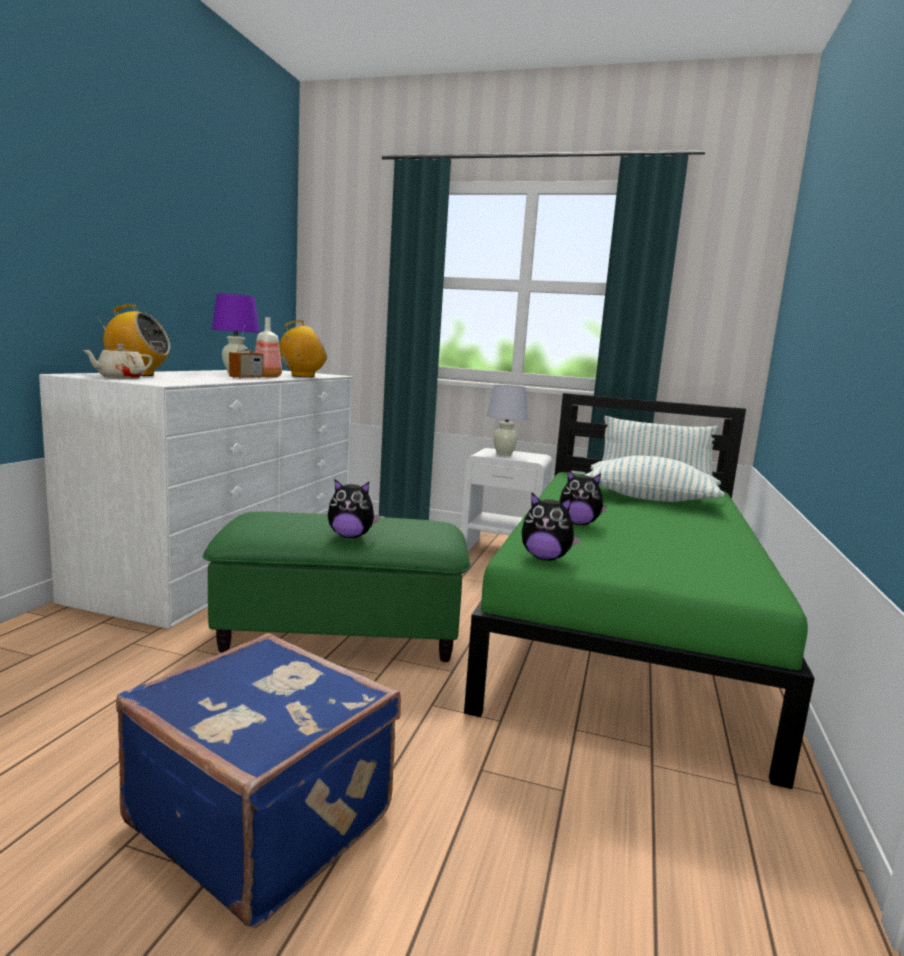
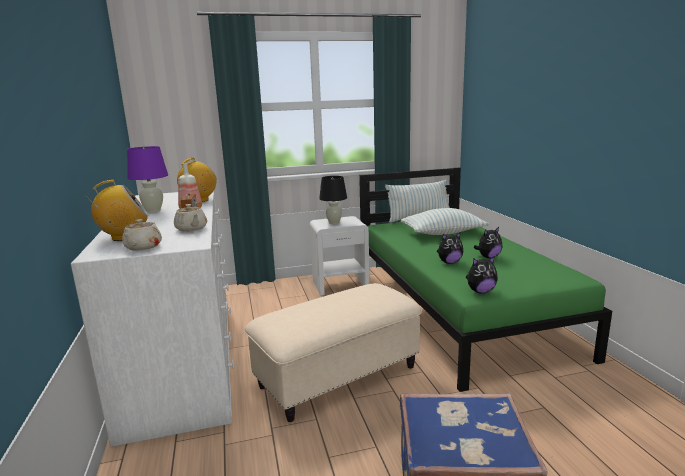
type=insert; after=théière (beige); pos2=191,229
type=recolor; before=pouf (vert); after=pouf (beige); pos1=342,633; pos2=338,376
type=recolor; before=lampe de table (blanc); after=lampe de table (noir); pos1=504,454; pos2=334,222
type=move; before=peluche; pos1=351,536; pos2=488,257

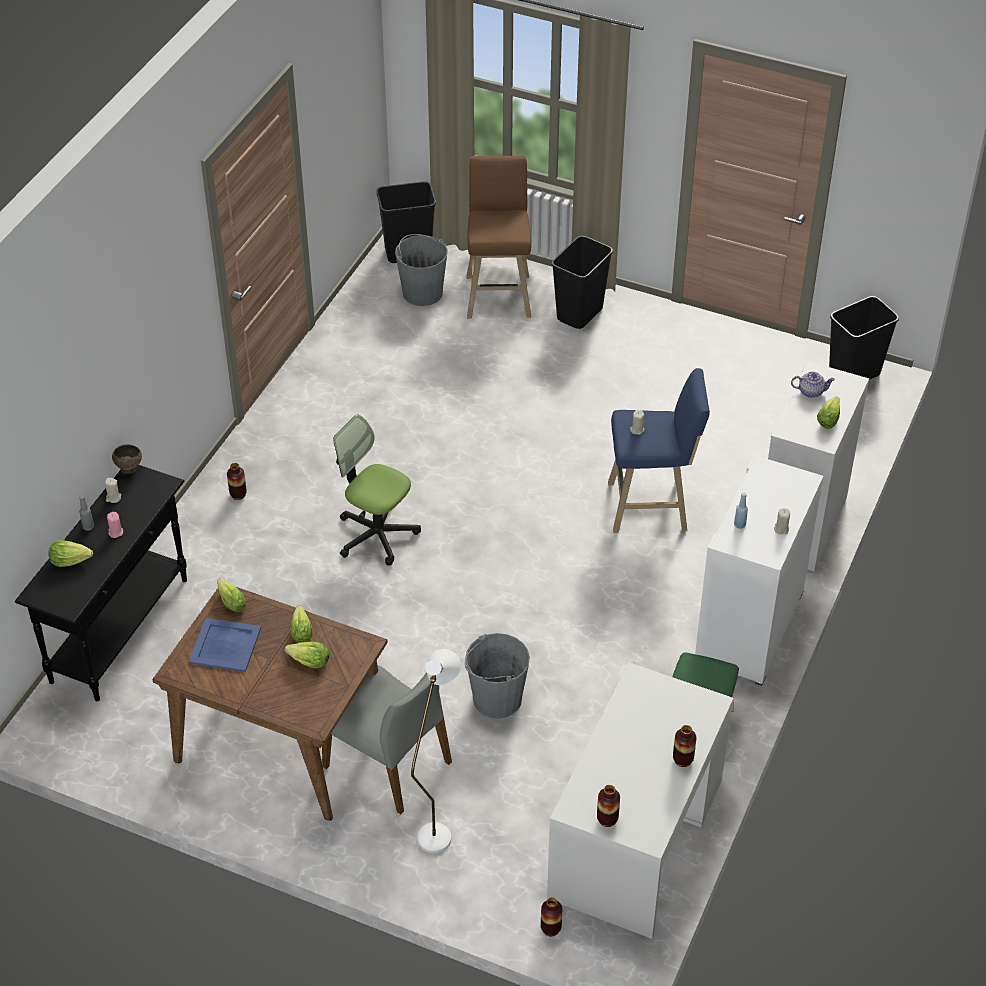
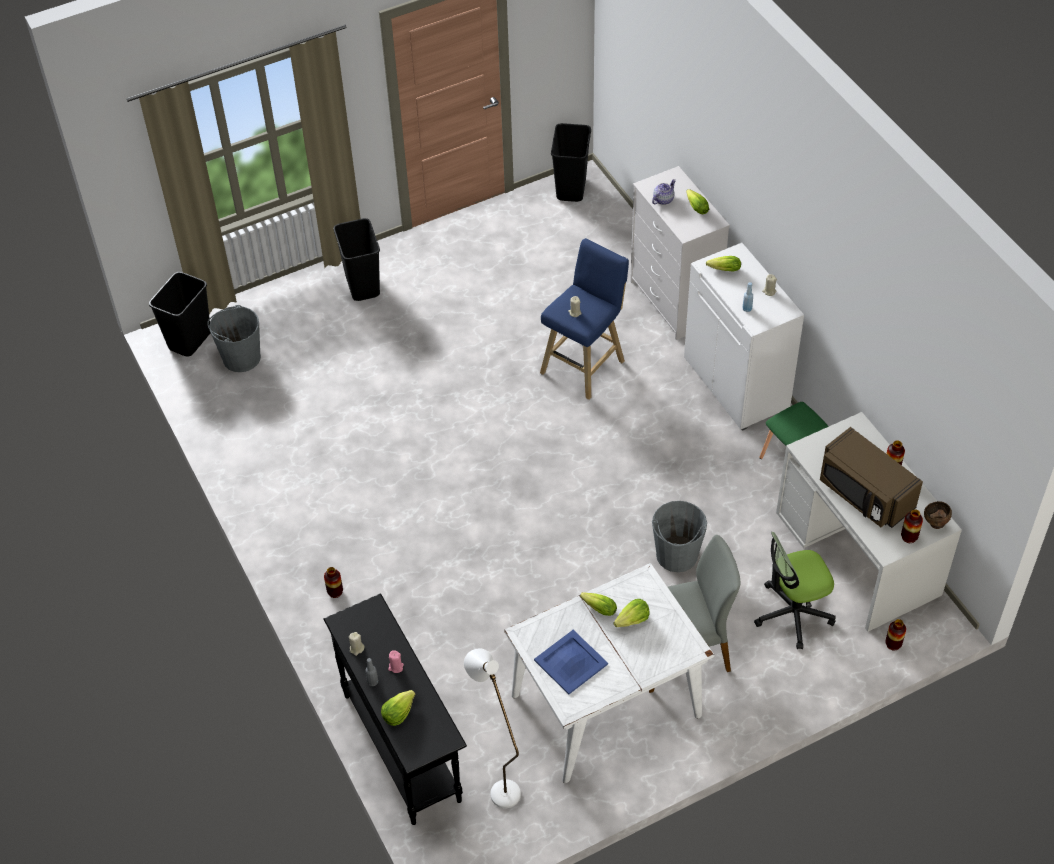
type=move; before=lampadaire (blanc); pos1=438,828; pos2=499,785
type=recolor; before=table à manger (marron); after=table à manger (blanc); pos1=282,743; pos2=607,704
type=move; before=laitue; pos1=230,601; pos2=722,269
type=move; before=chaise de bureau; pos1=376,534; pos2=793,613
type=insert; after=micro-ondes (marron); pos2=864,494
type=move; before=bol (marron); pos1=128,469; pos2=935,523
type=delete; before=tabouret (marron); pos1=498,294

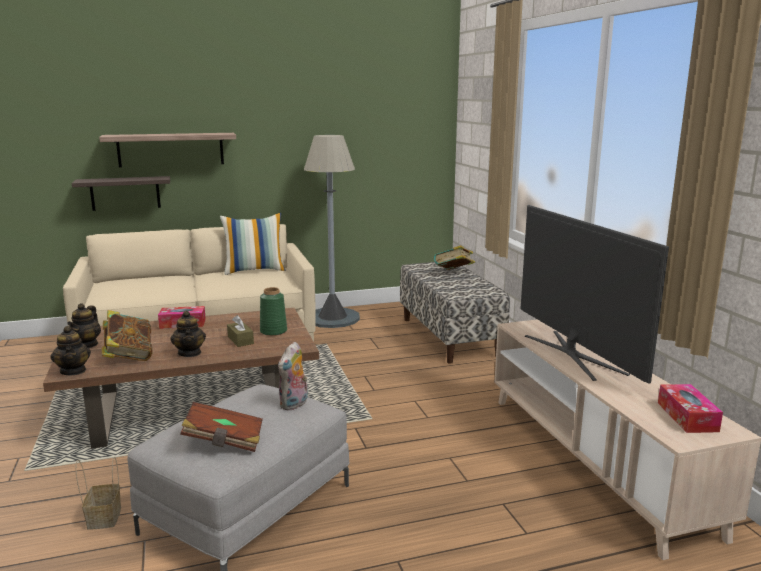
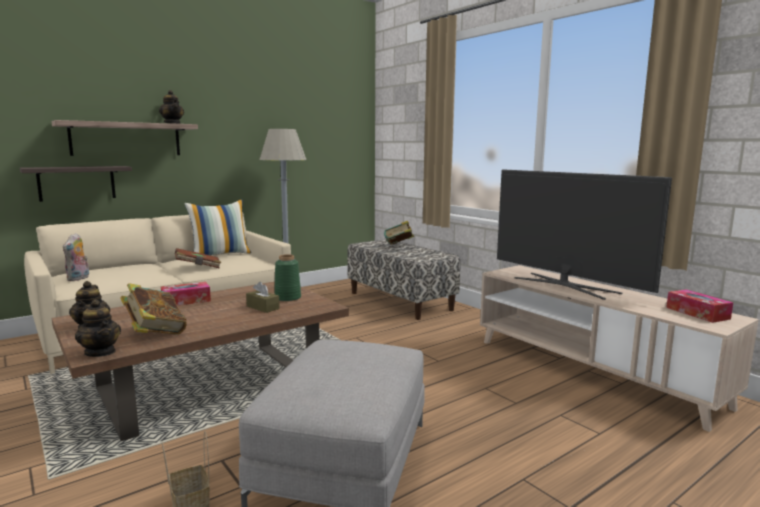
type=move; before=peluche; pos1=294,404; pos2=79,278
type=move; before=théière; pos1=190,353; pos2=172,123
type=move; before=livre (marron); pos1=224,441; pos2=198,267

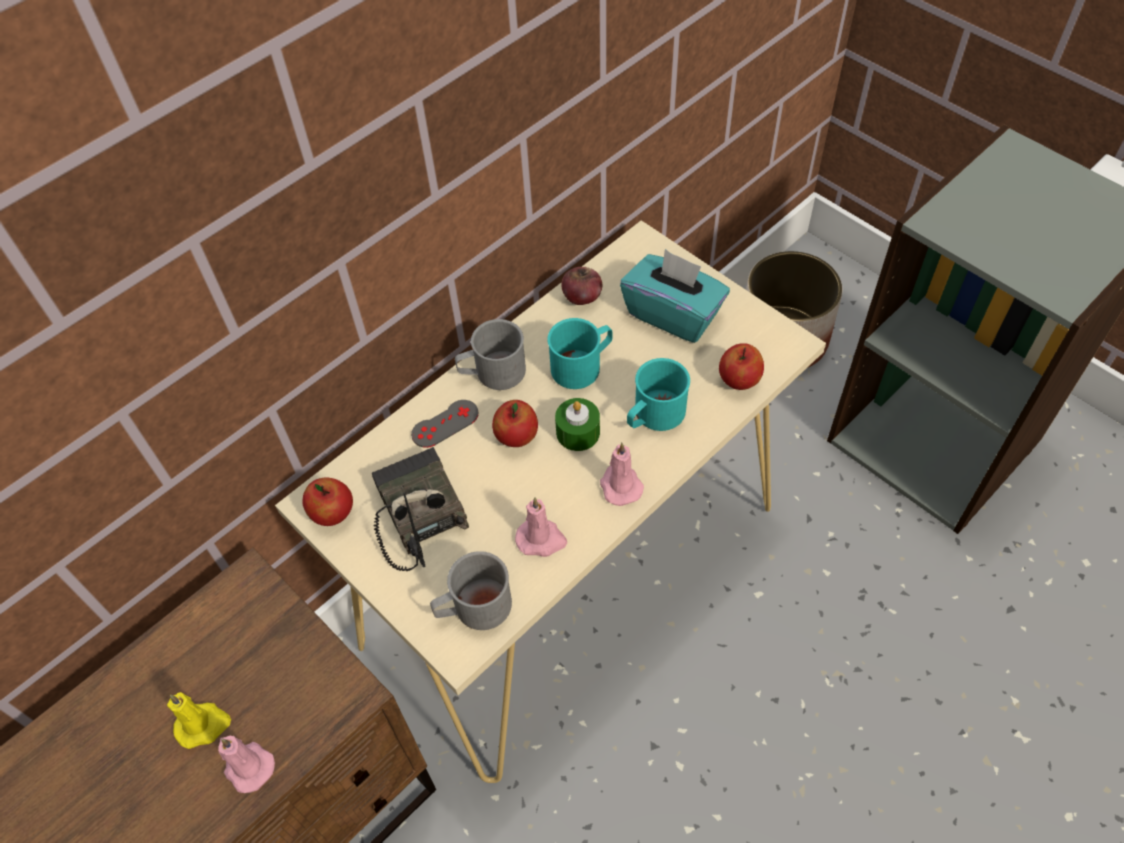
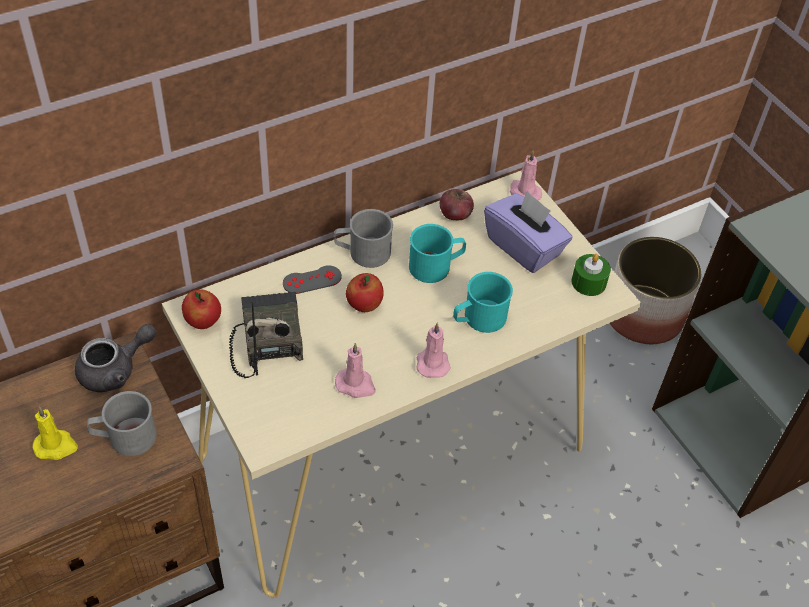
type=insert; after=théière (gris); pos2=115,370
type=move; before=mug (gris); pos1=474,608; pos2=125,437
type=recolor; before=boîte à mouchoirs (turquoise); after=boîte à mouchoirs (violet); pos1=673,314; pos2=524,247
type=move; before=bougie (rose); pos1=247,766; pos2=524,192
type=move; before=bougie (vert); pos1=578,432; pos2=588,282
type=delete; before=pomme; pos1=739,381

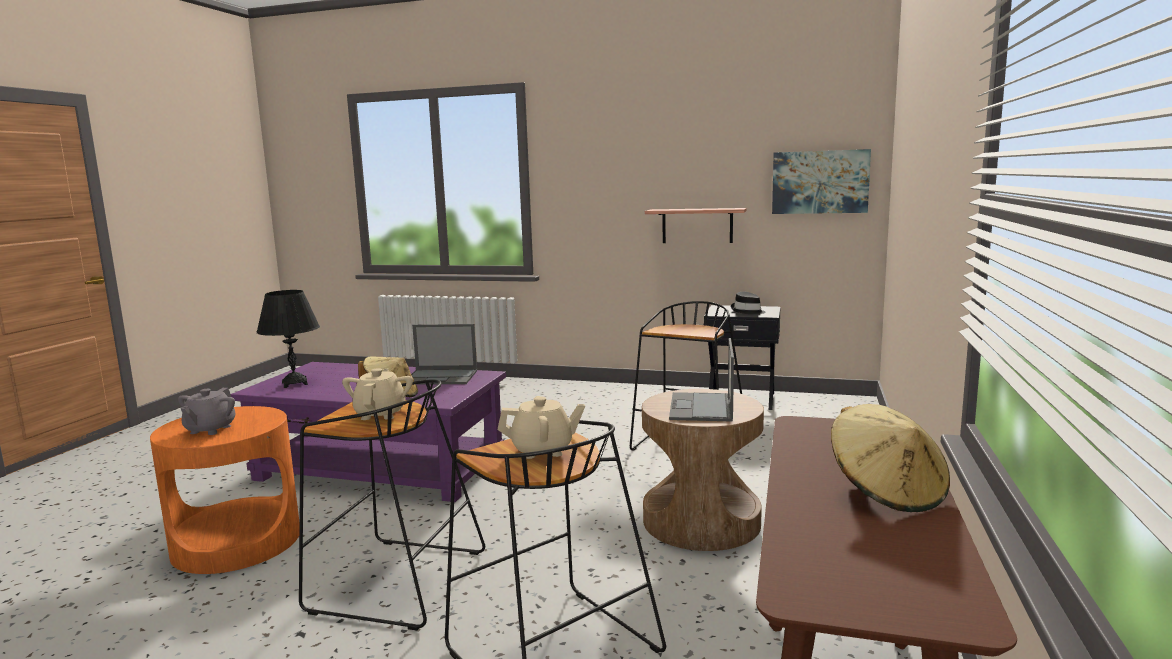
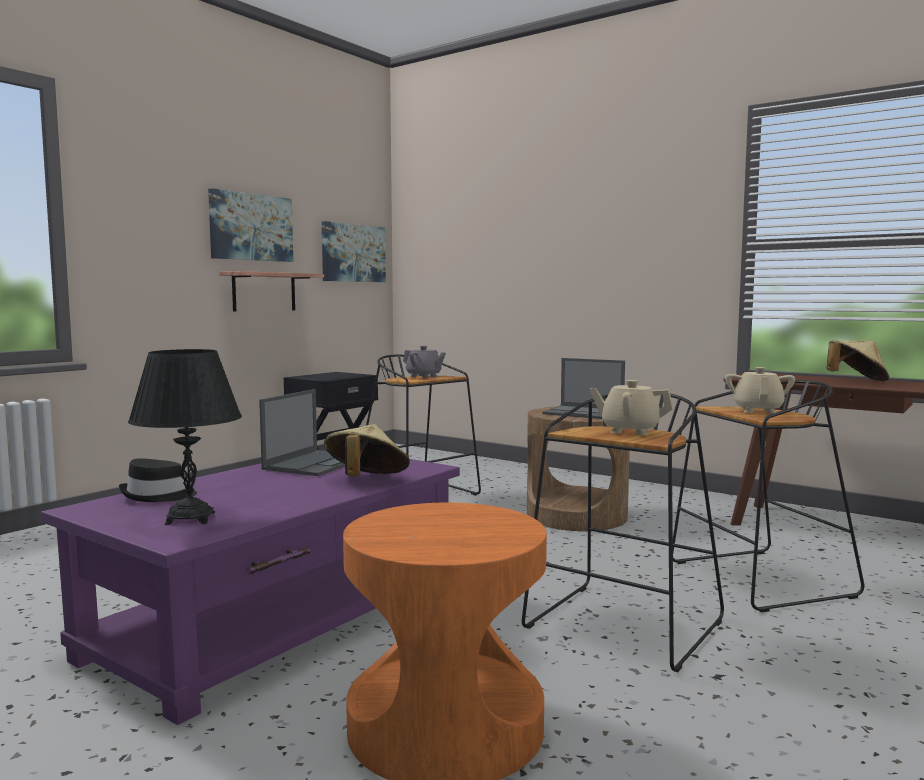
type=move; before=chapeau (noir); pos1=748,311; pos2=158,496
type=insert; after=tableau; pos2=251,227
type=move; before=théière (gris); pos1=210,429; pos2=424,376

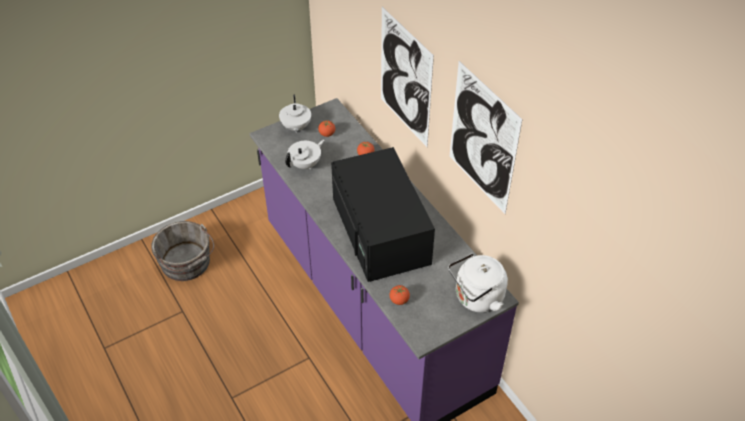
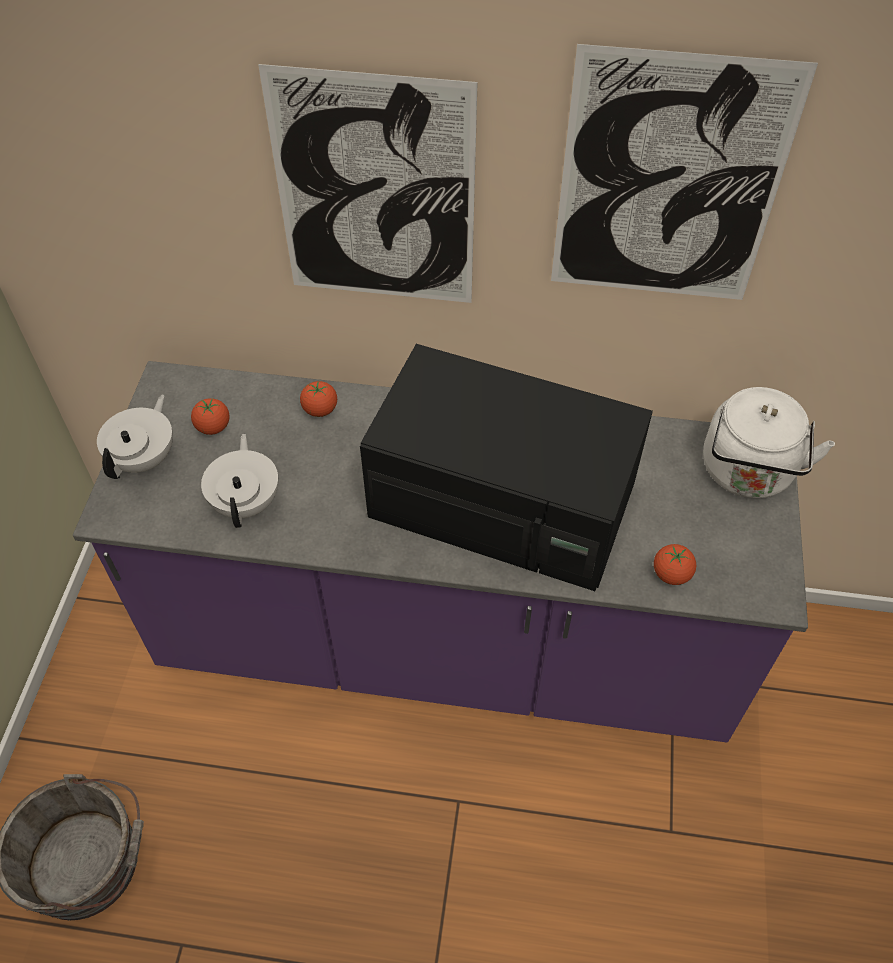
type=rotate; before=théière (blanc); pos1=295,127; pos2=145,458; turn=-105

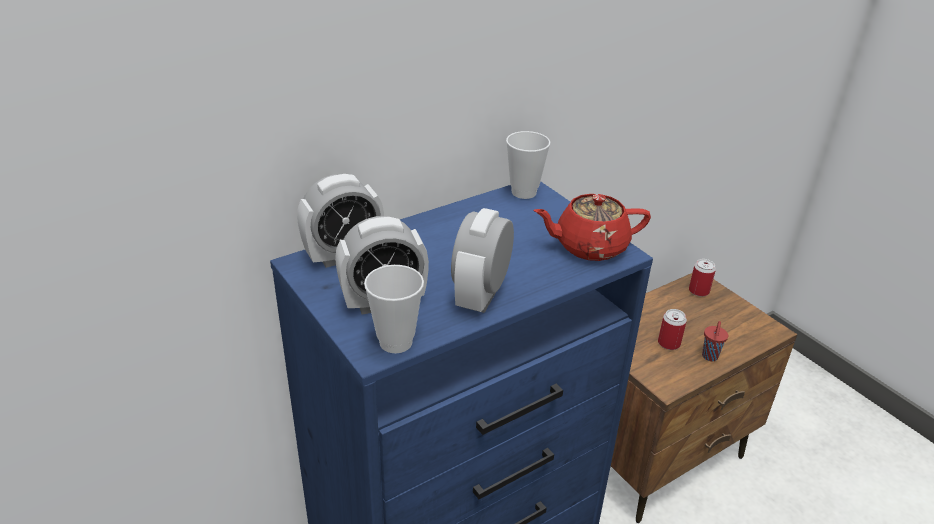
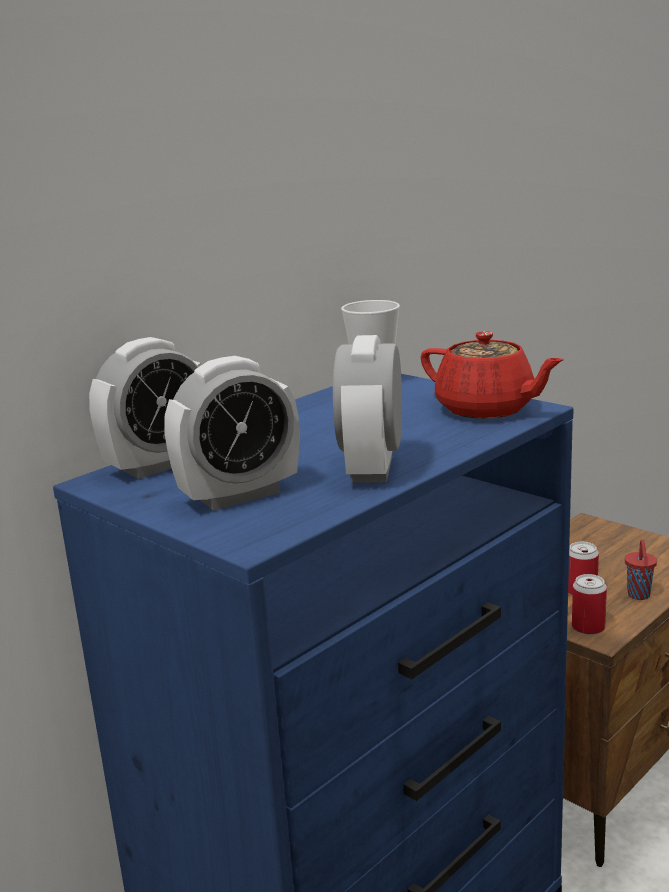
type=rotate; before=théière (rouge); pos1=589,246; pos2=487,409; turn=-120
type=move; before=boîte métallique; pos1=699,291; pos2=588,627
type=delete; before=tasse; pos1=396,342

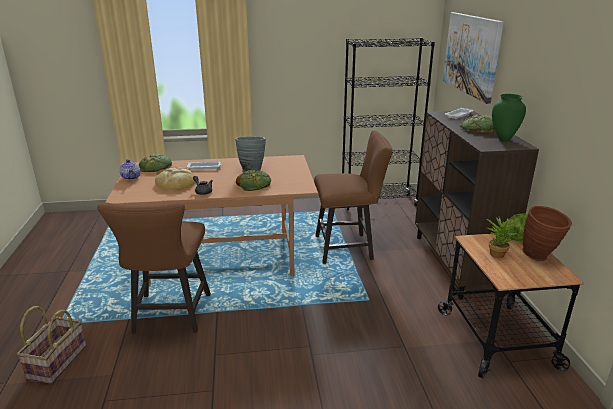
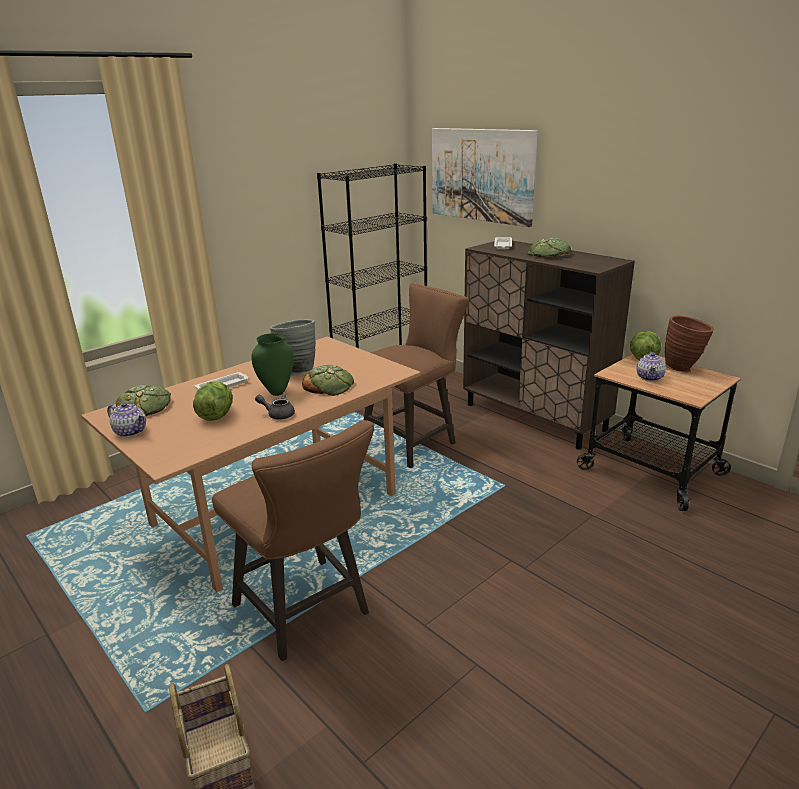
type=replace; before=pain; after=laitue; pos1=176,182; pos2=216,415
type=move; before=vase (vert); pos1=503,139; pos2=277,392
type=replace; before=plante en pot; after=théière; pos1=496,253; pos2=650,377

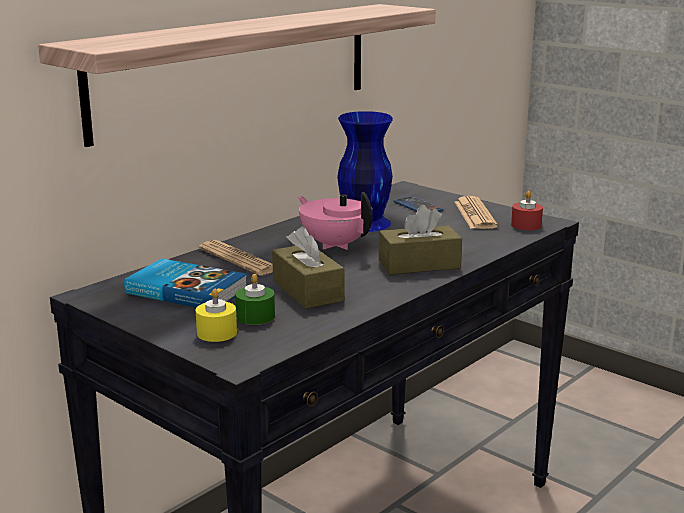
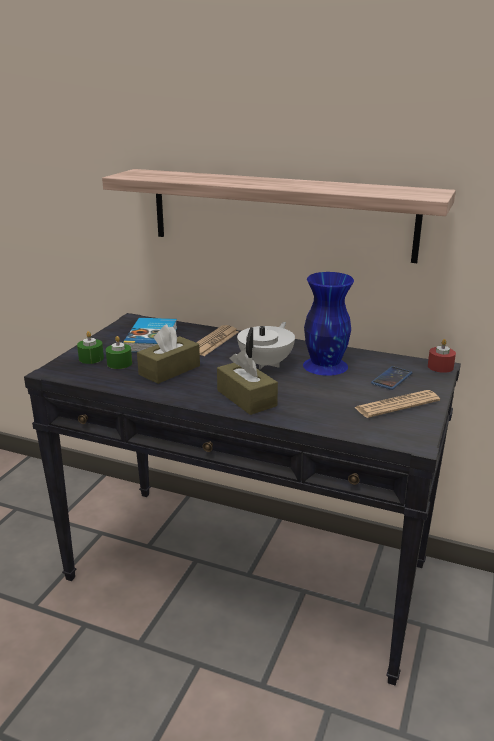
type=recolor; before=bougie (jaune); after=bougie (vert); pos1=217,333; pos2=91,358
type=recolor; before=théière (rose); after=théière (blanc); pos1=335,244; pos2=266,363
type=move; before=bougie (rouge); pos1=526,225; pos2=440,367

